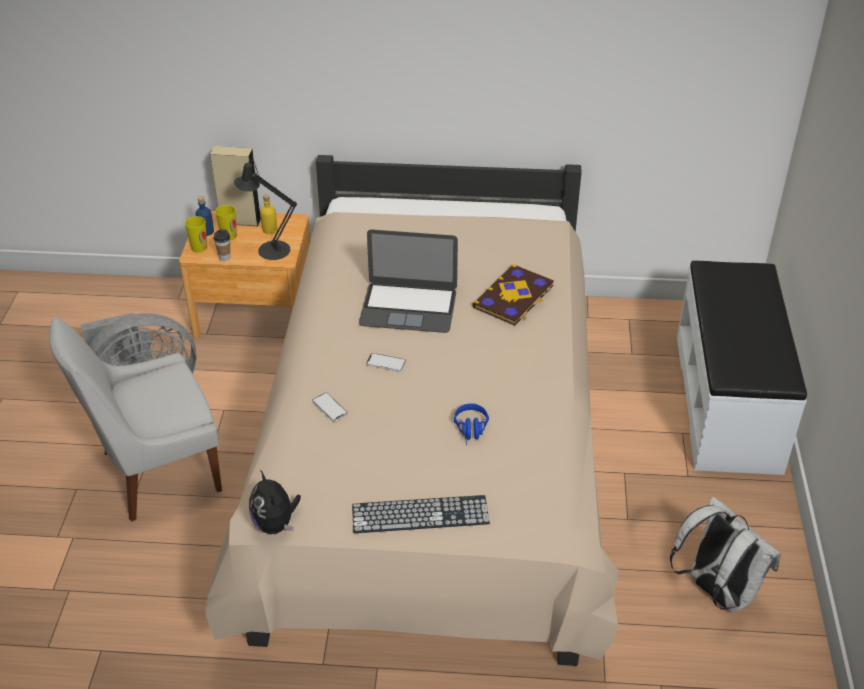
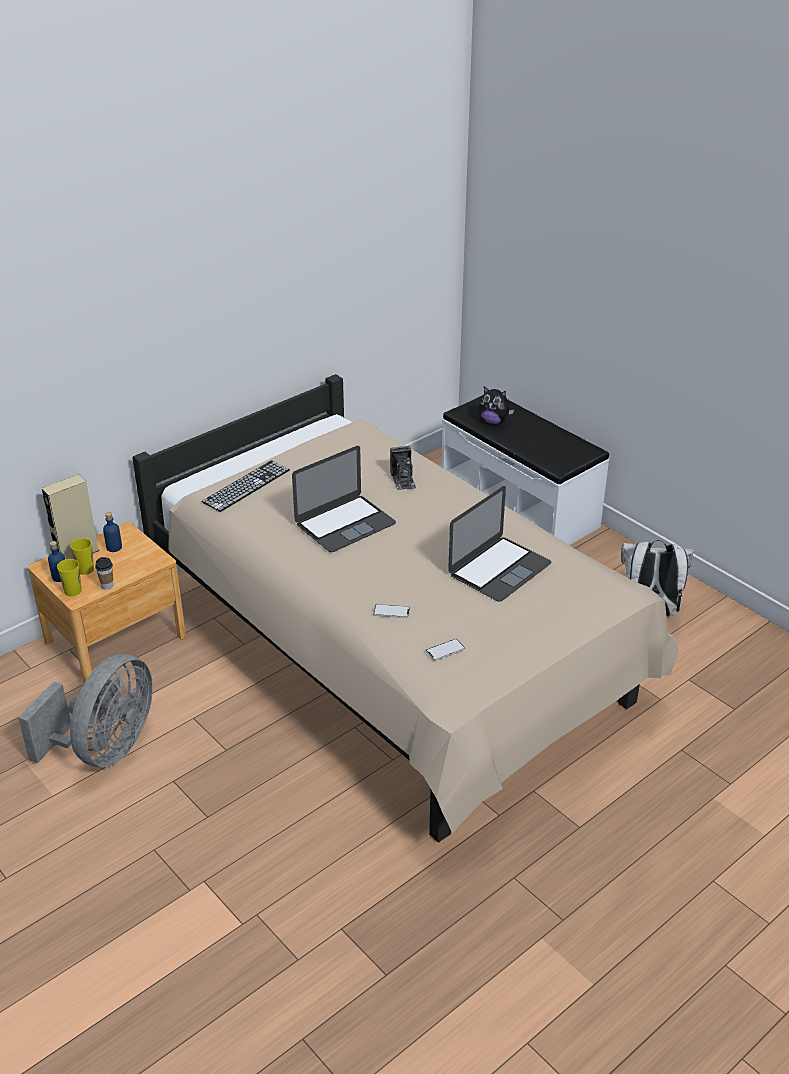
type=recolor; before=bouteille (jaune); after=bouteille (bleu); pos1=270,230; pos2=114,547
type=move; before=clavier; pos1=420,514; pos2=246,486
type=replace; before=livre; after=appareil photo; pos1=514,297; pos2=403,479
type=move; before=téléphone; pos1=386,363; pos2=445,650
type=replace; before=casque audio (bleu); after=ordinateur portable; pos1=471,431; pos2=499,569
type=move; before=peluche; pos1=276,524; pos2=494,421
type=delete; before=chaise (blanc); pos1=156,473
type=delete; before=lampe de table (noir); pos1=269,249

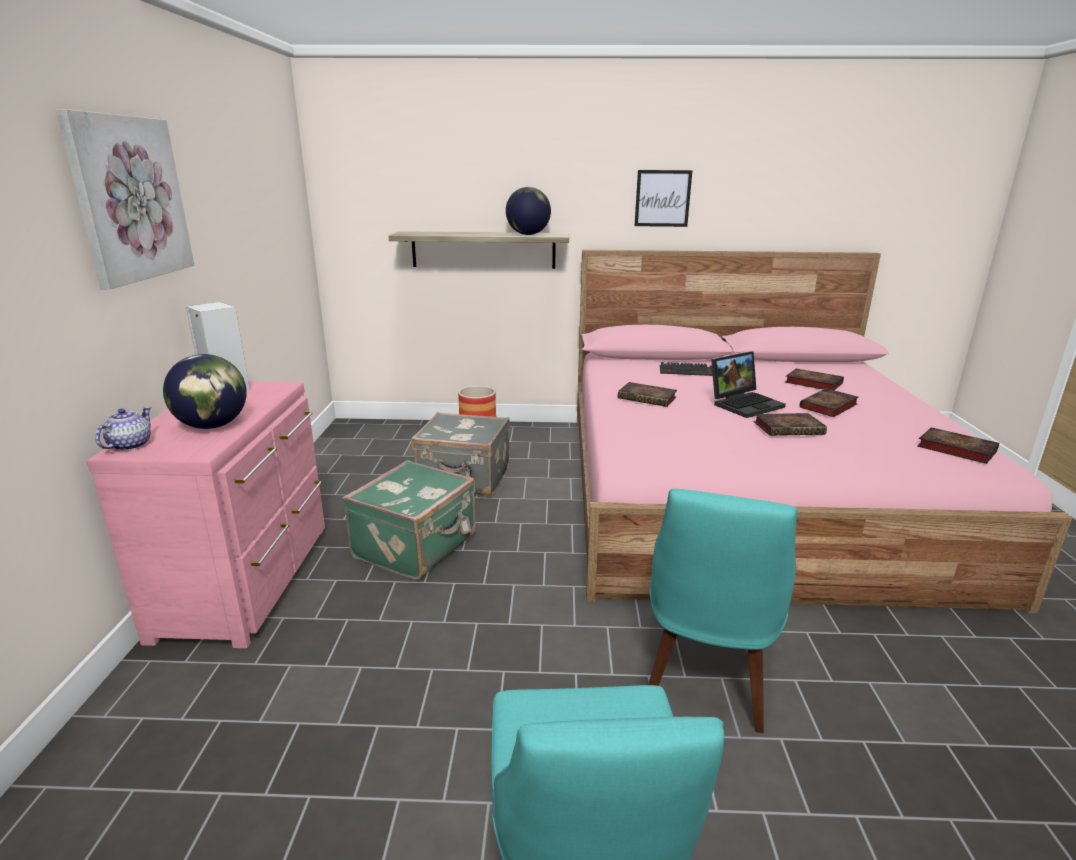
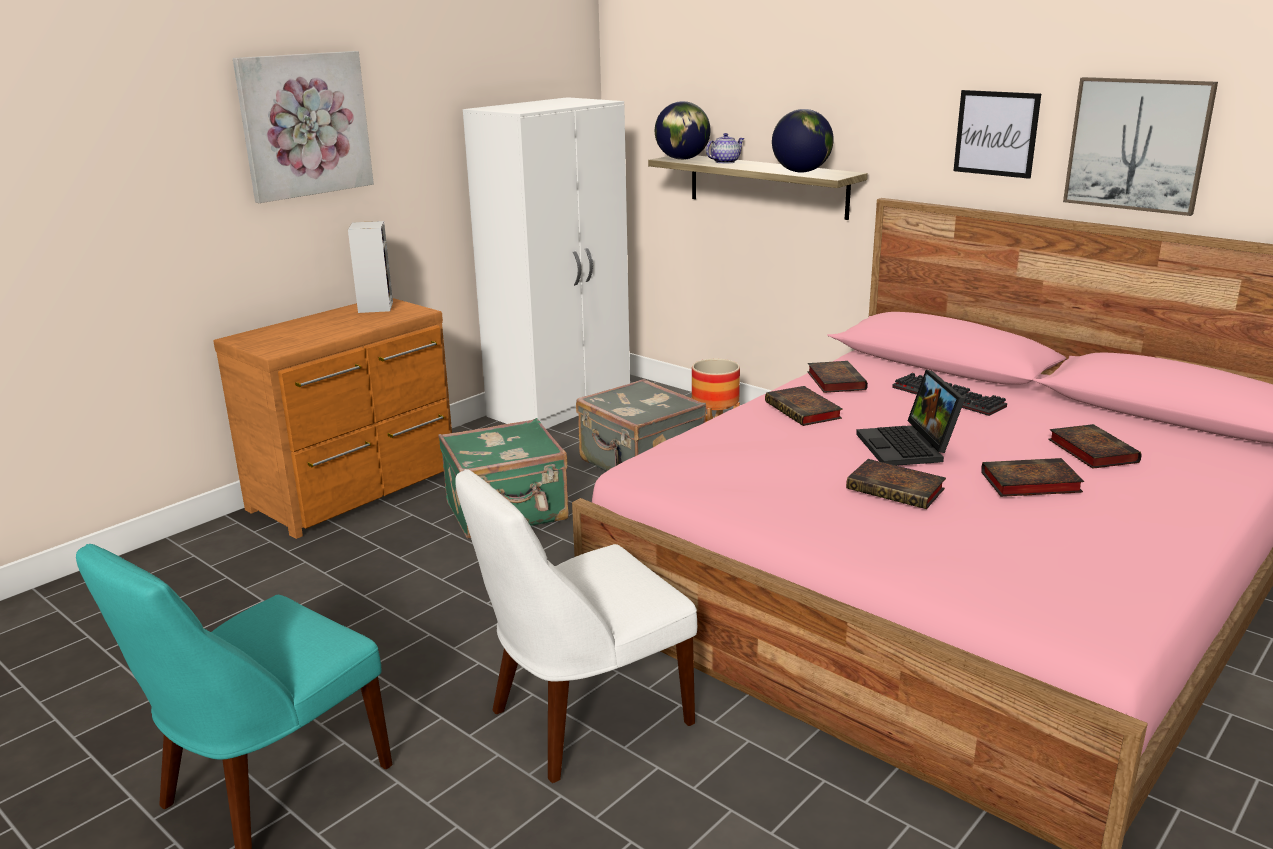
type=recolor; before=commode (rose); after=commode (marron); pos1=250,579; pos2=358,491
type=recolor; before=chaise (turquoise); after=chaise (blanc); pos1=706,674; pos2=582,719
type=insert; after=armoire (blanc); pos2=561,406
type=move; before=globe; pos1=212,426; pos2=682,159
type=move; before=théière; pos1=129,445; pos2=724,162
type=move; before=livre; pos1=954,449; pos2=834,381
type=rotate; before=ordinateur portable; pos1=745,403; pos2=909,448; turn=75
type=insert; after=tableau; pos2=1137,144

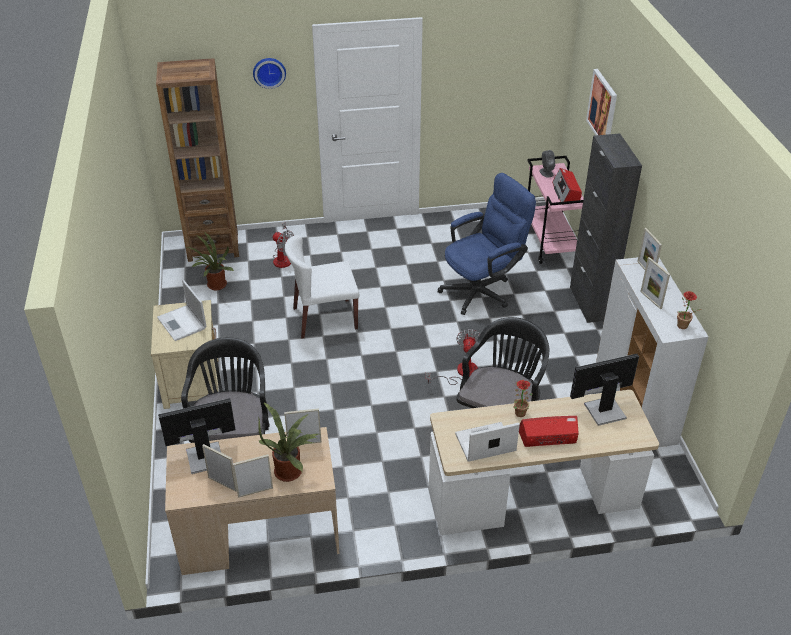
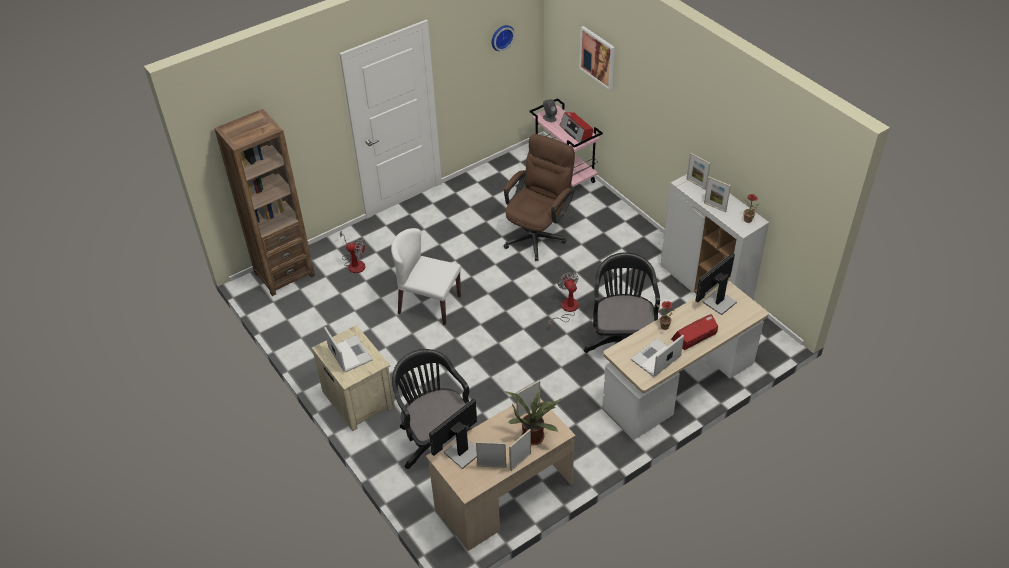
type=rotate; before=ordinateur portable; pos1=182,323; pos2=349,353; turn=-150
type=rotate; before=chaise (blanc); pos1=324,318; pos2=429,304; turn=60
type=move; before=horloge murale; pos1=269,72; pos2=501,37
type=recolor; before=chaise de bureau (bleu); after=chaise de bureau (marron); pos1=482,290; pos2=538,234
type=delete; before=plante en pot; pos1=215,286
type=delete; before=meuble de rangement (noir); pos1=590,303

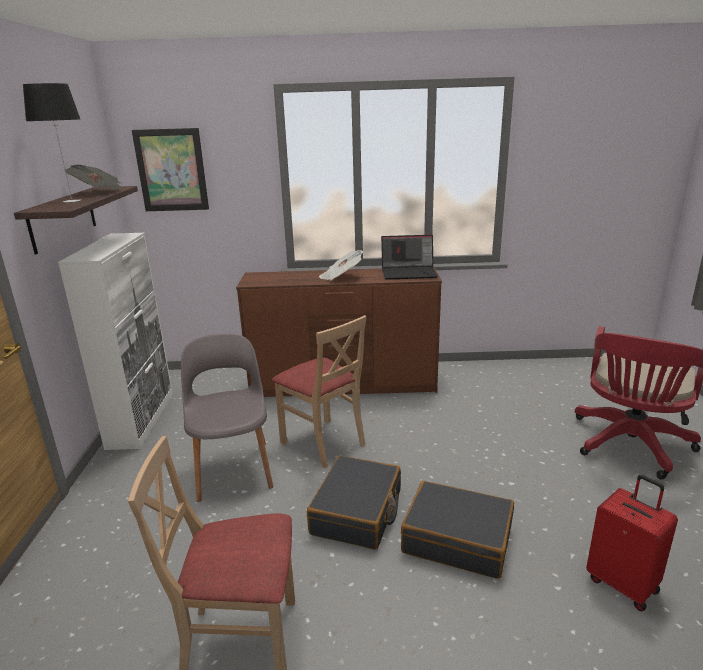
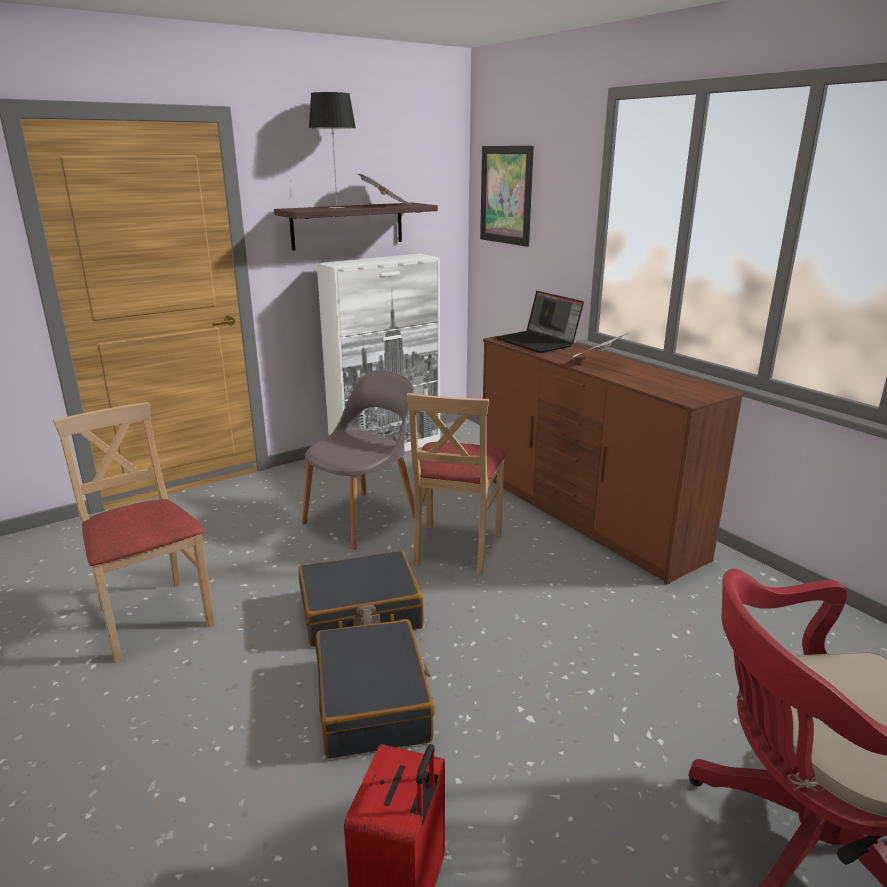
type=move; before=ordinateur portable; pos1=409,273; pos2=538,342

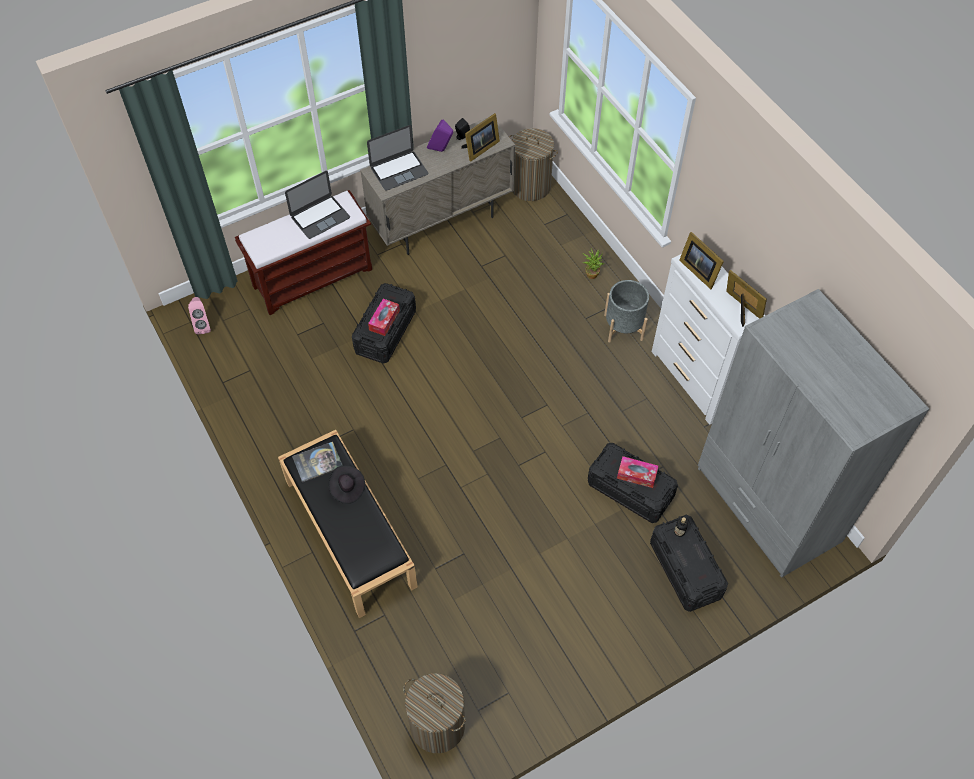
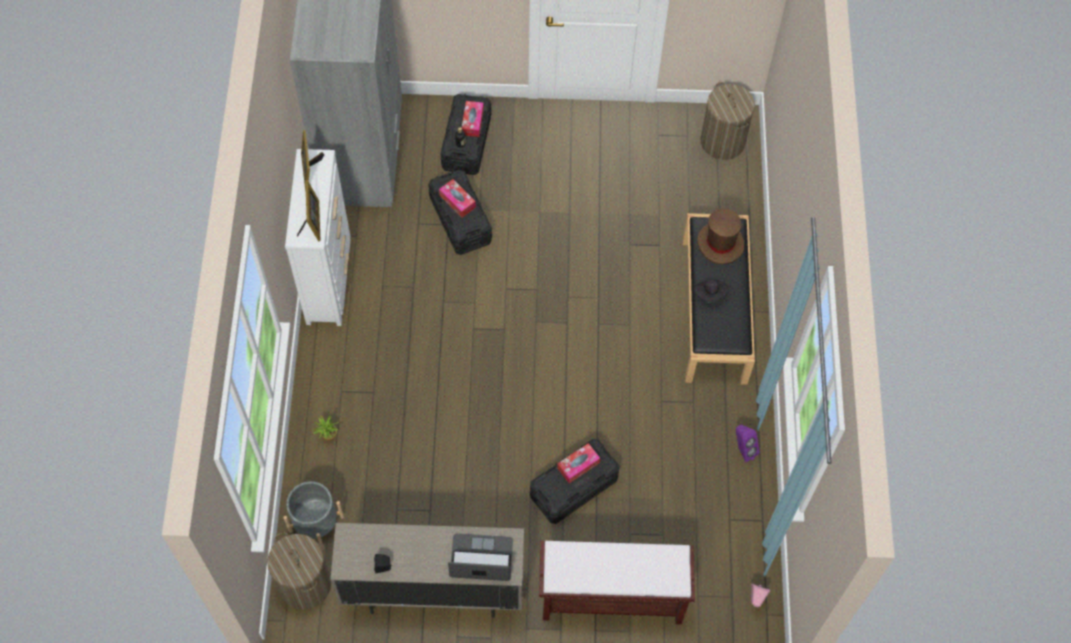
type=move; before=cache-pot (gris); pos1=623,327; pos2=316,524
type=insert; after=boîte à mouchoirs; pos2=472,122
type=insert; after=chapeau (marron); pos2=720,243
type=move; before=enceinte (violet); pos1=441,150; pos2=743,450
type=delete; before=ordinateur portable; pos1=320,217
type=delete; before=livre; pos1=317,462
type=delete; before=cadre photo; pos1=480,149

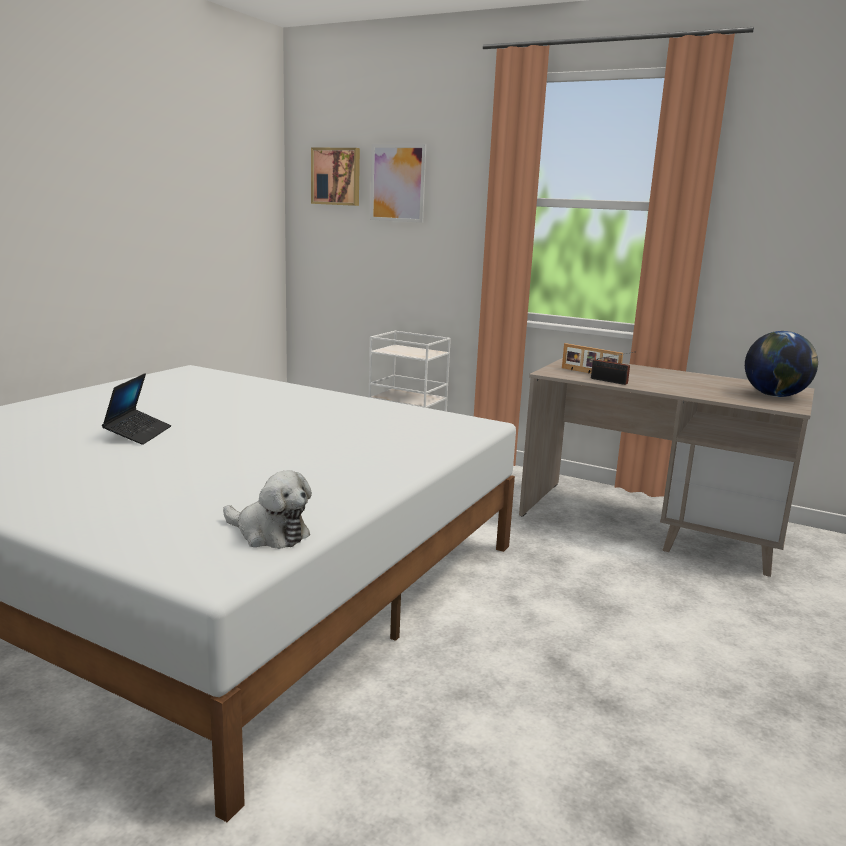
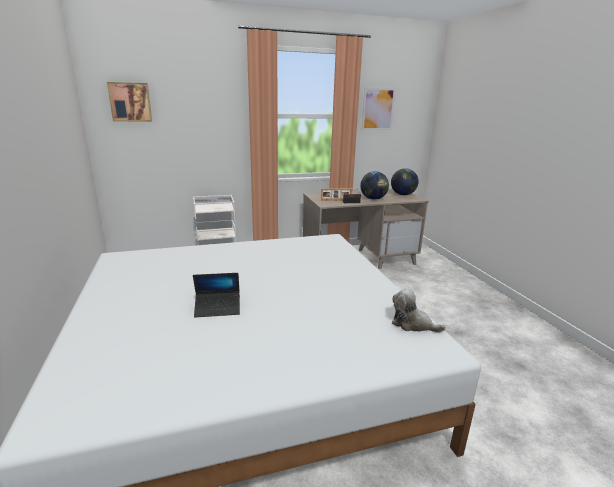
type=rotate; before=ordinateur portable; pos1=138,433; pos2=218,308; turn=120
type=insert; after=globe; pos2=373,199
type=move; before=tableau; pos1=397,183; pos2=378,109
type=rotate; before=peluche; pos1=269,534; pos2=412,324; turn=-135

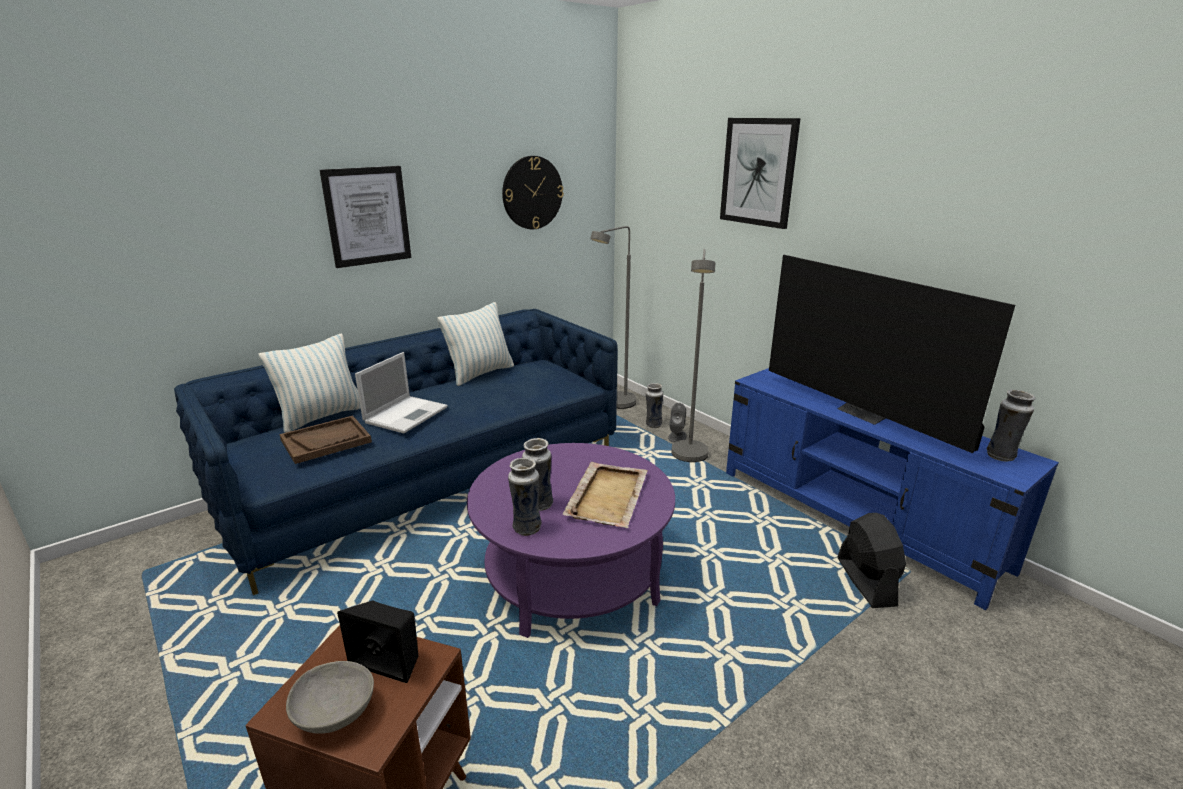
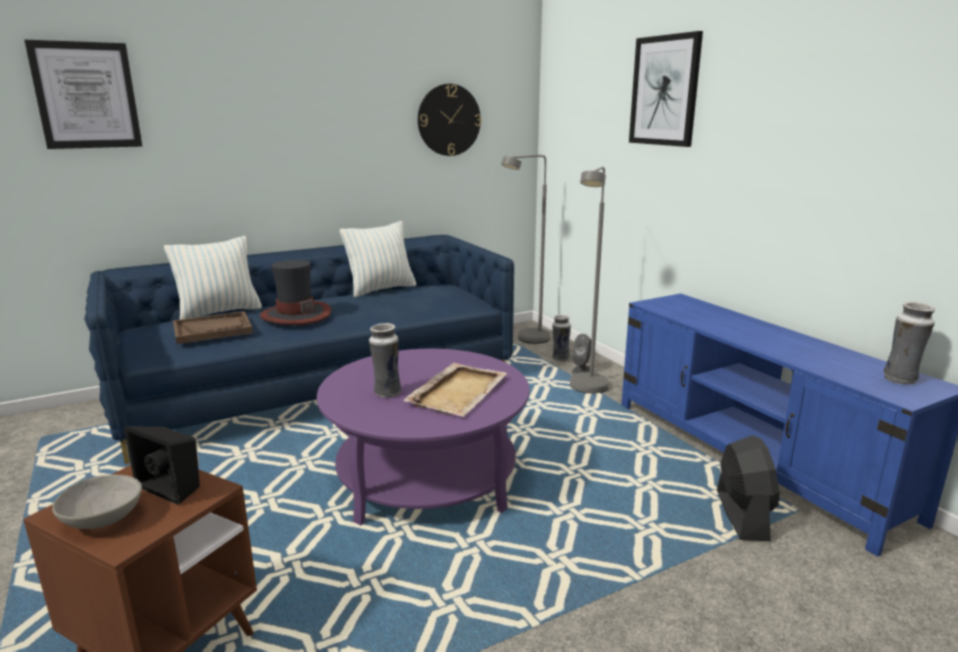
type=move; before=tableau; pos1=367,216; pos2=86,95
type=replace; before=ordinateur portable; after=chapeau; pos1=407,414; pos2=295,315
type=delete; before=vase; pos1=526,528
type=delete; before=téléviseur; pos1=864,413

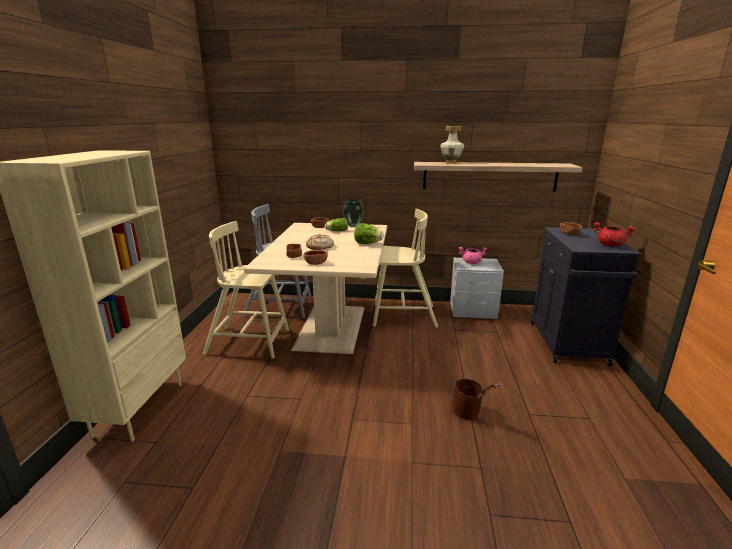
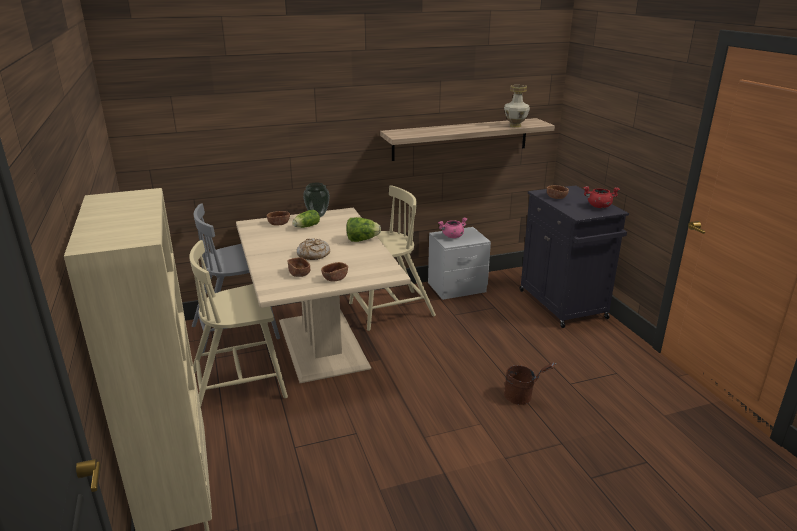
type=move; before=vase; pos1=450,163; pos2=515,126

